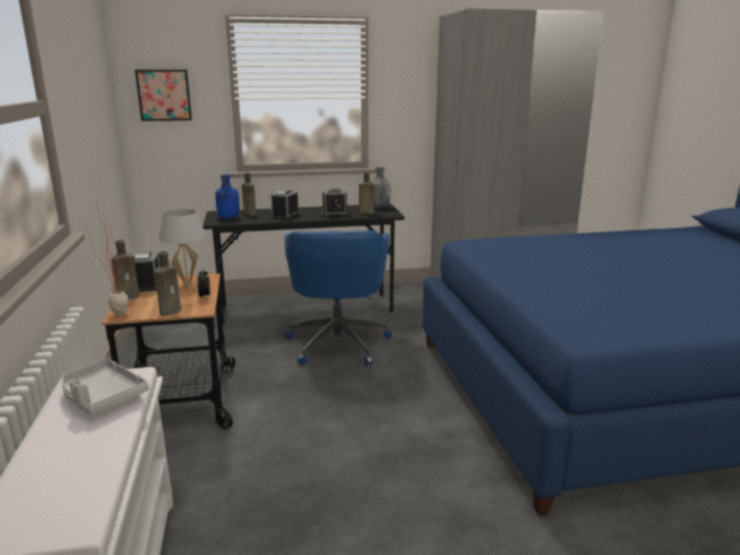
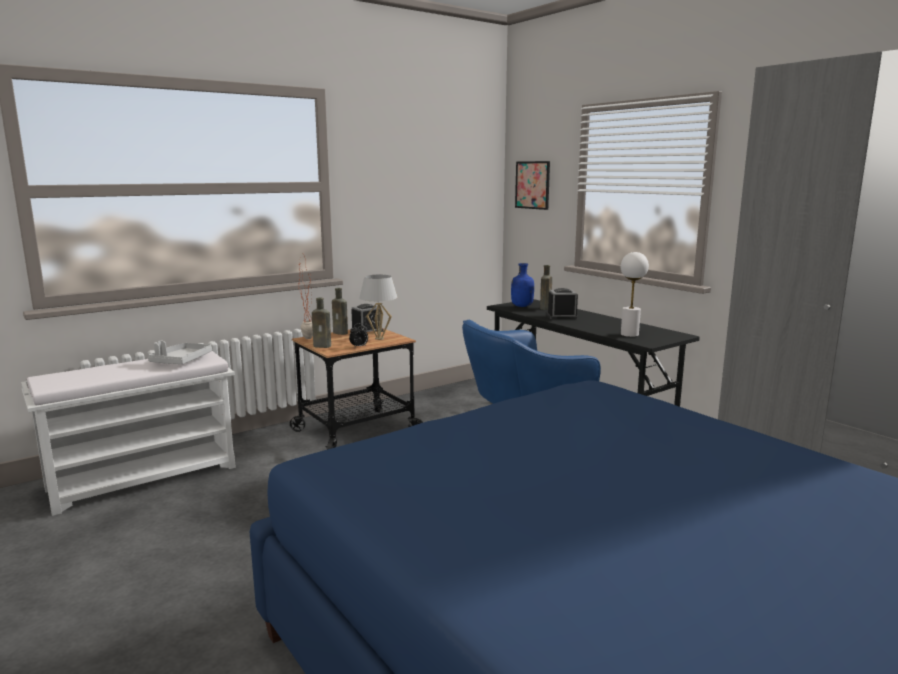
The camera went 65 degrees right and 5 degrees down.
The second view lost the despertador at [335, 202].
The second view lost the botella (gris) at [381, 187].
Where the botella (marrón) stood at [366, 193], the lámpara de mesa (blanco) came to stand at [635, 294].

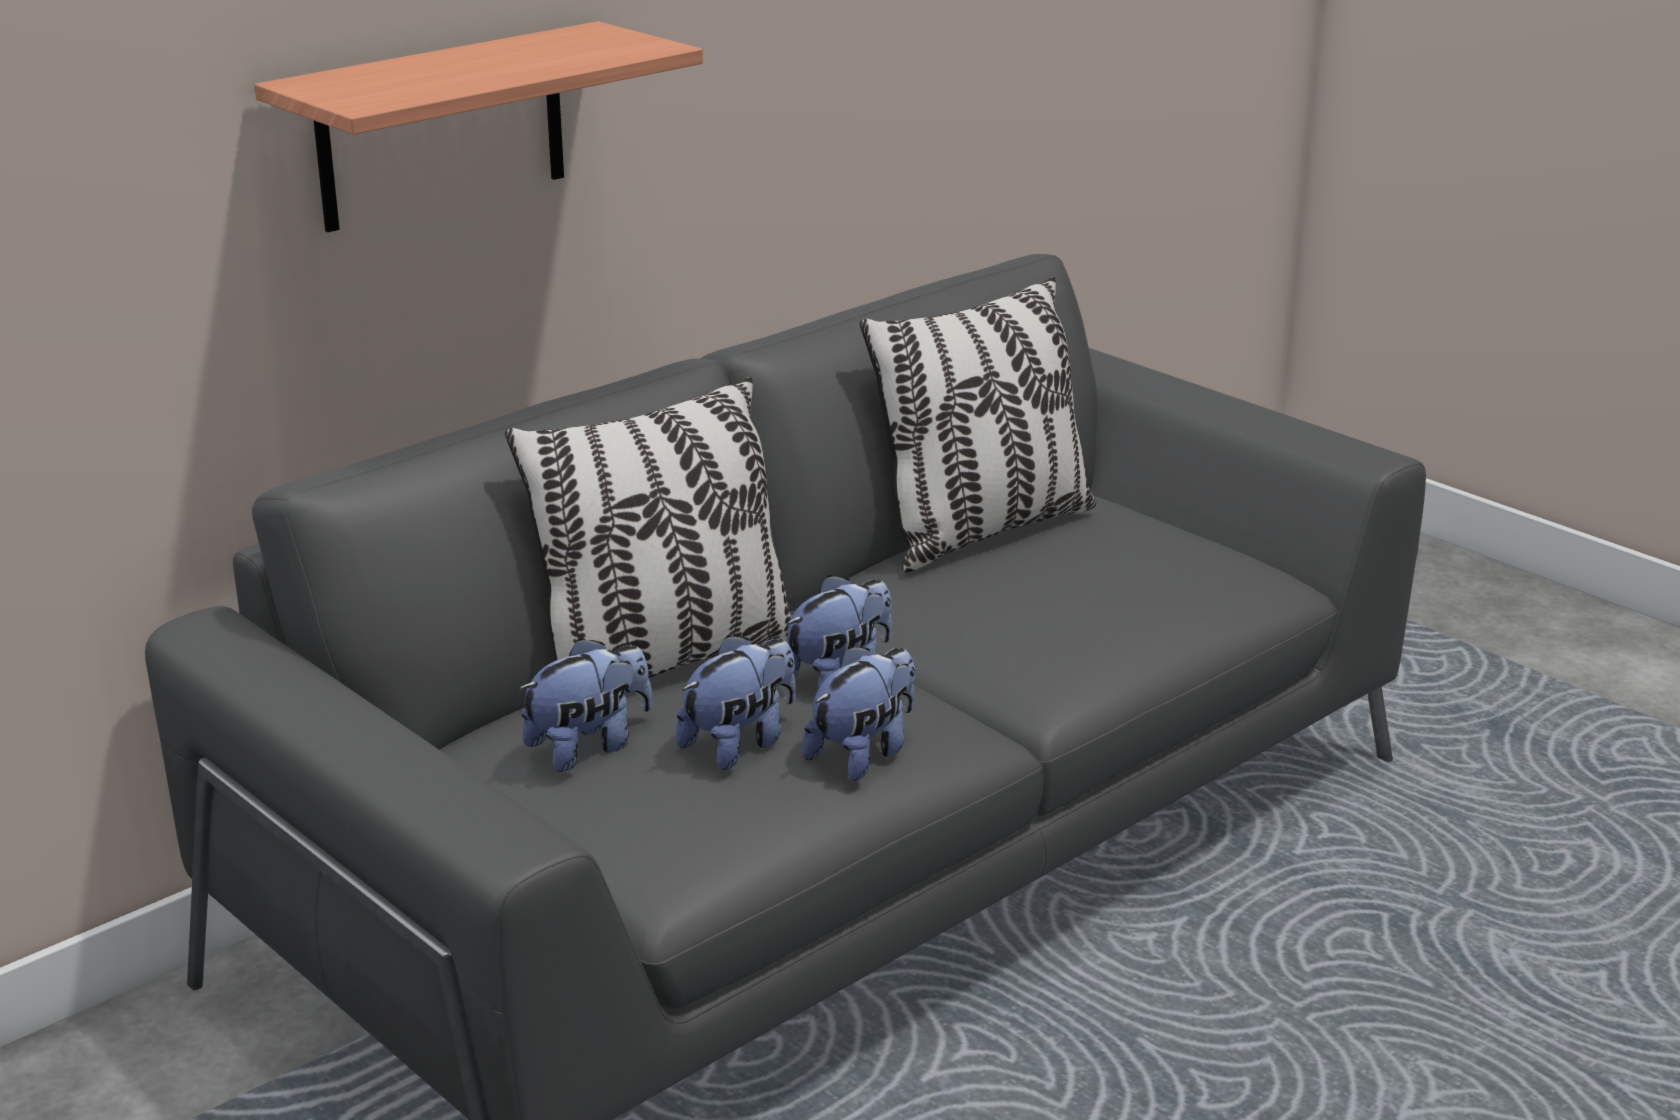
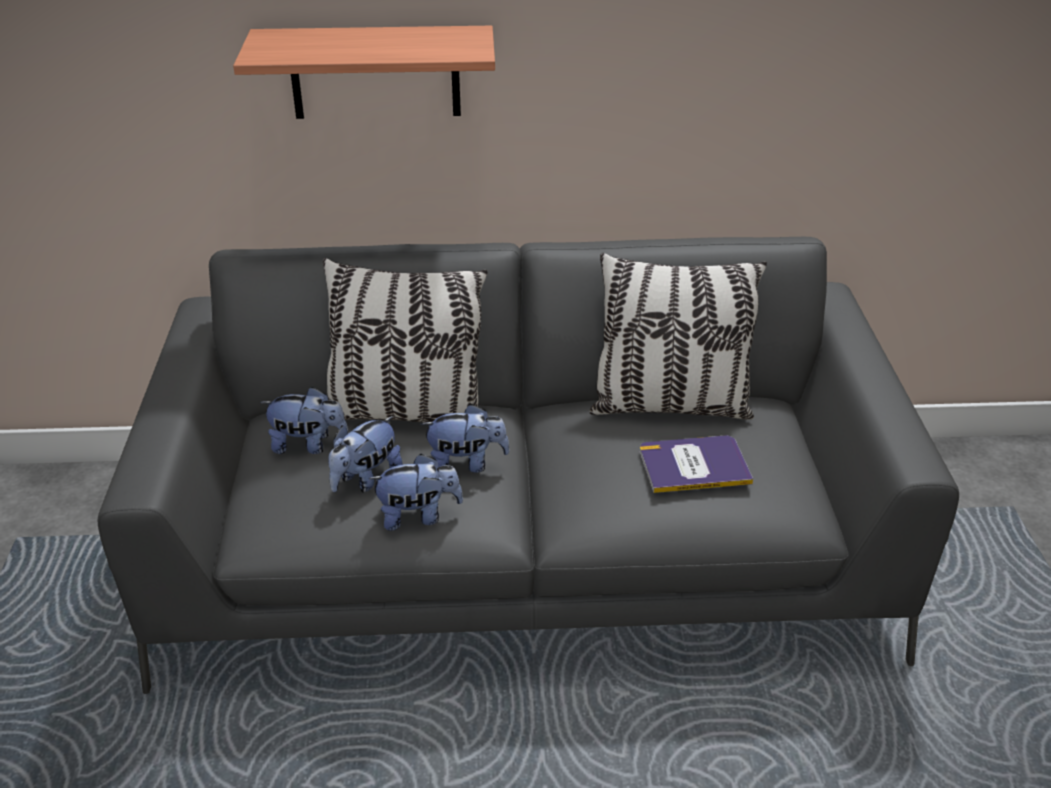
The camera went 40 degrees right and 10 degrees up.
The second view gained the libro at [696, 464].
The peluche at [736, 702] ended up facing another way, 135 degrees clockwise from before.

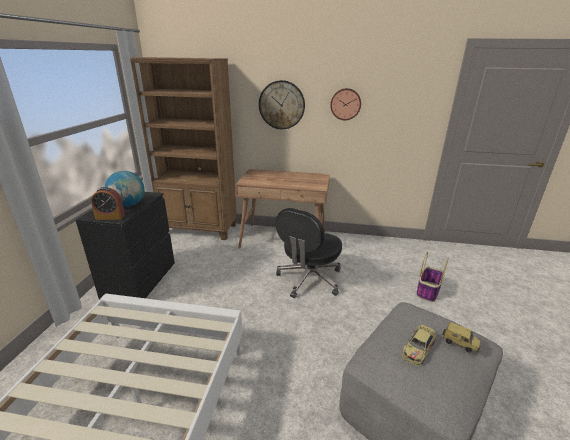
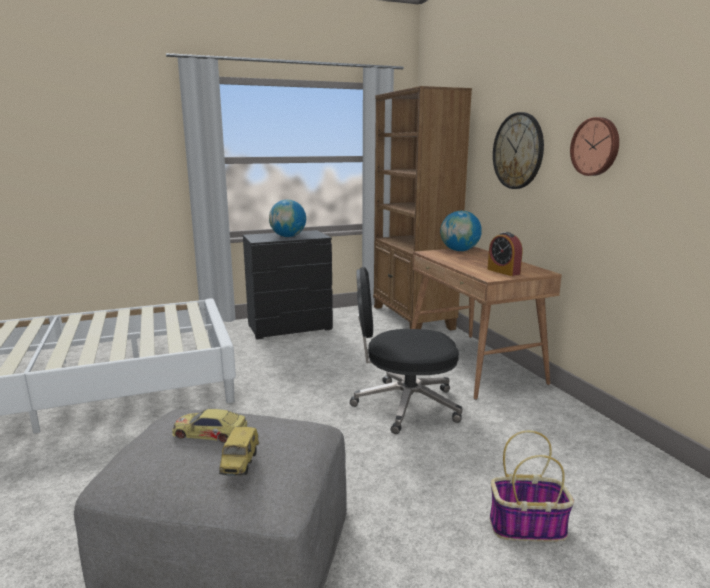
The camera went 60 degrees right and 10 degrees down.
The second view gained the globo terráqueo at [461, 231].
The despertador ended up elsewhere, having gone from [108, 203] to [504, 254].

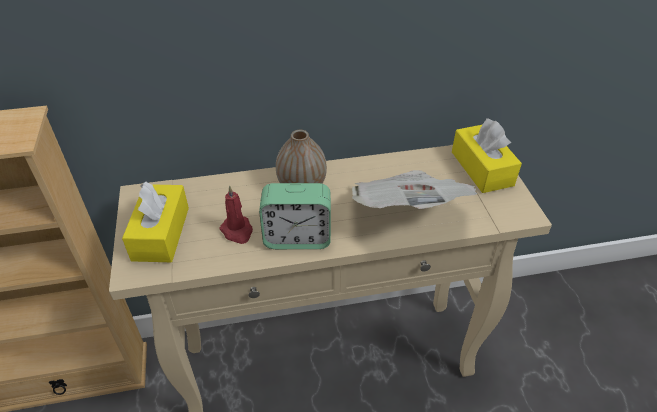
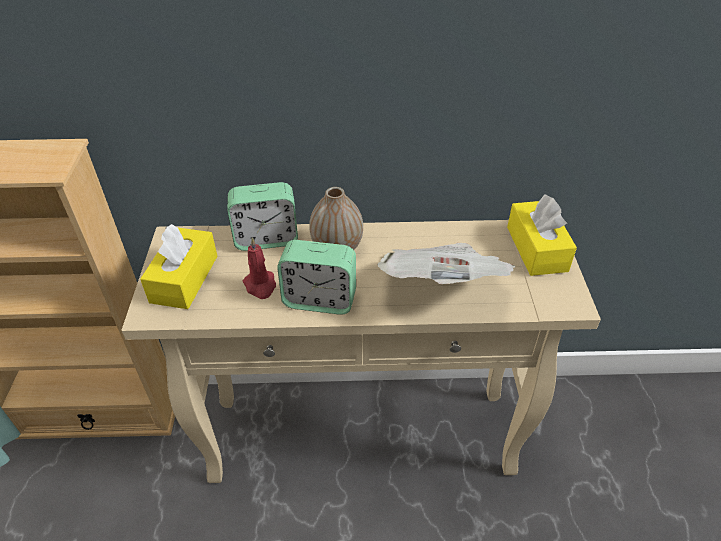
The camera went 10 degrees right and 0 degrees up.
The second view gained the despertador at [262, 216].

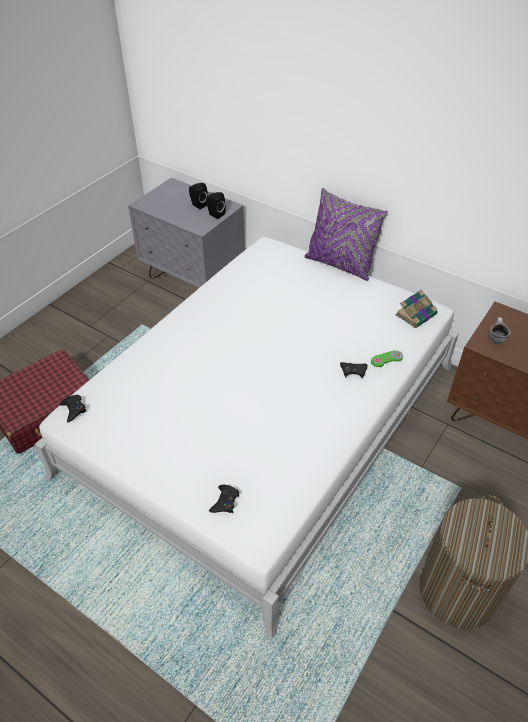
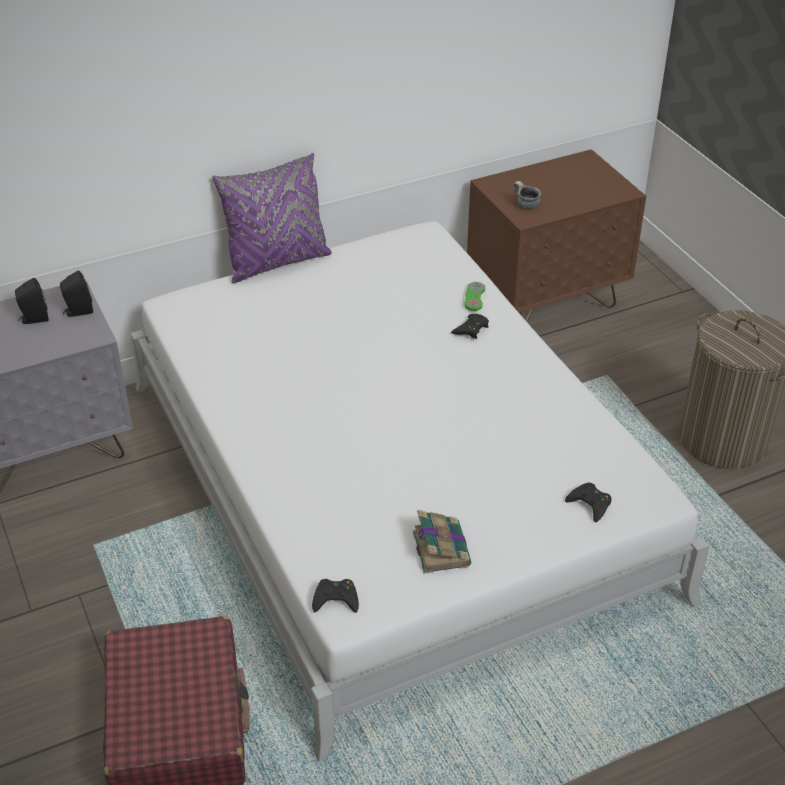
The camera went 60 degrees left and 5 degrees down.
The libro ended up elsewhere, having gone from [416, 309] to [442, 542].

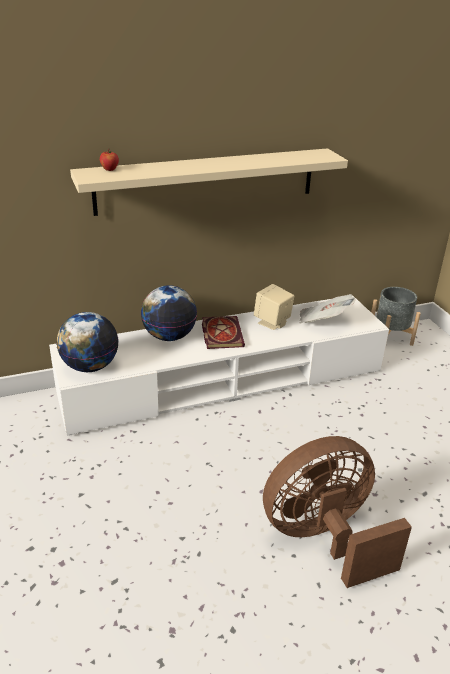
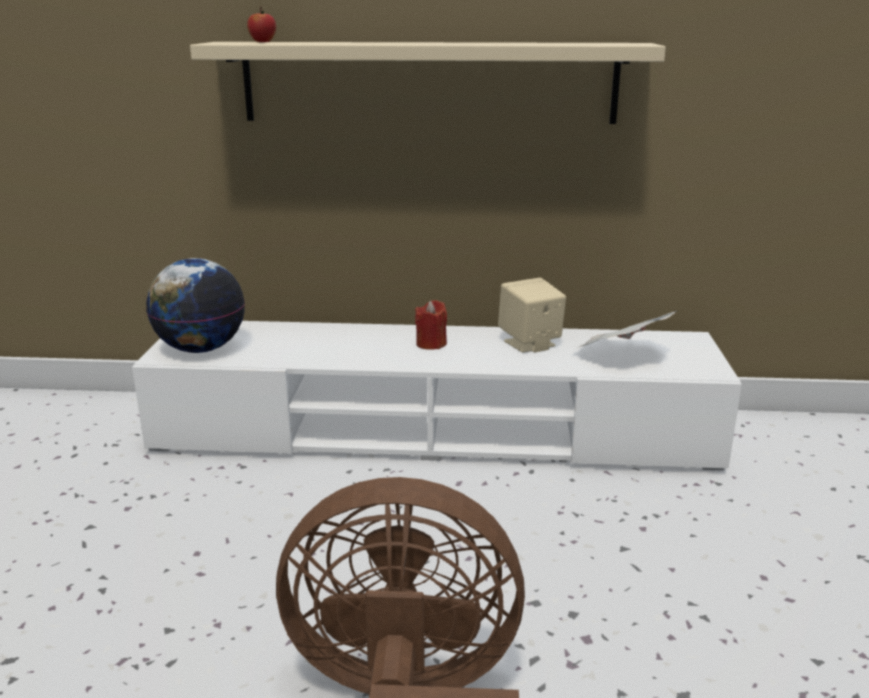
The camera went 25 degrees right and 10 degrees down.
The second view lost the globo terráqueo at [169, 313].
The second view lost the maceta (gris) at [396, 316].
Where the libro stood at [223, 332], the vela (rojo) came to stand at [431, 325].

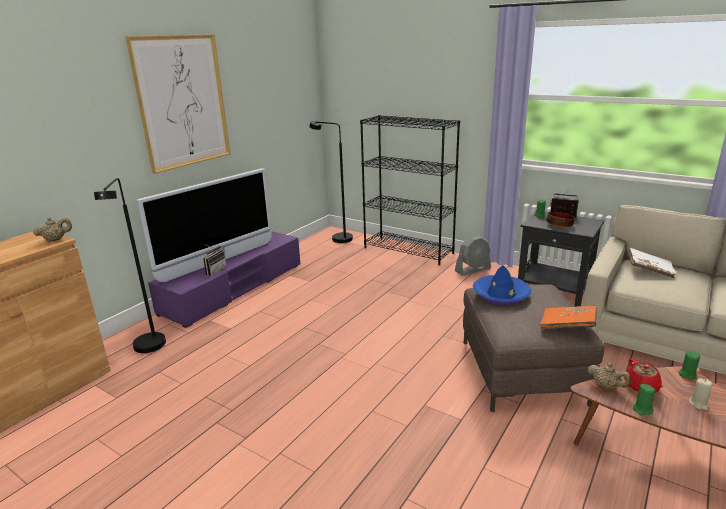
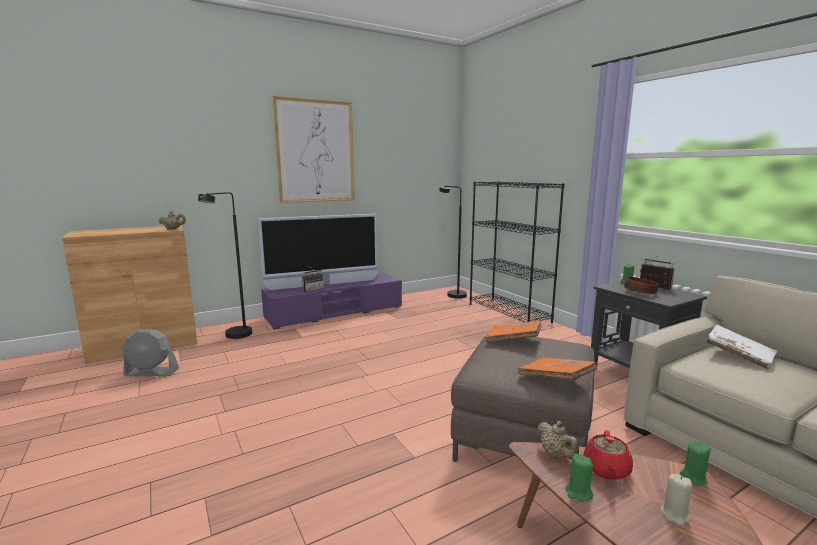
The camera went 25 degrees right and 10 degrees down.
The ventilador (gris) ended up elsewhere, having gone from [473, 256] to [151, 352].
Where the sombrero (azul) stood at [502, 285], the libro (naranja) came to stand at [513, 331].

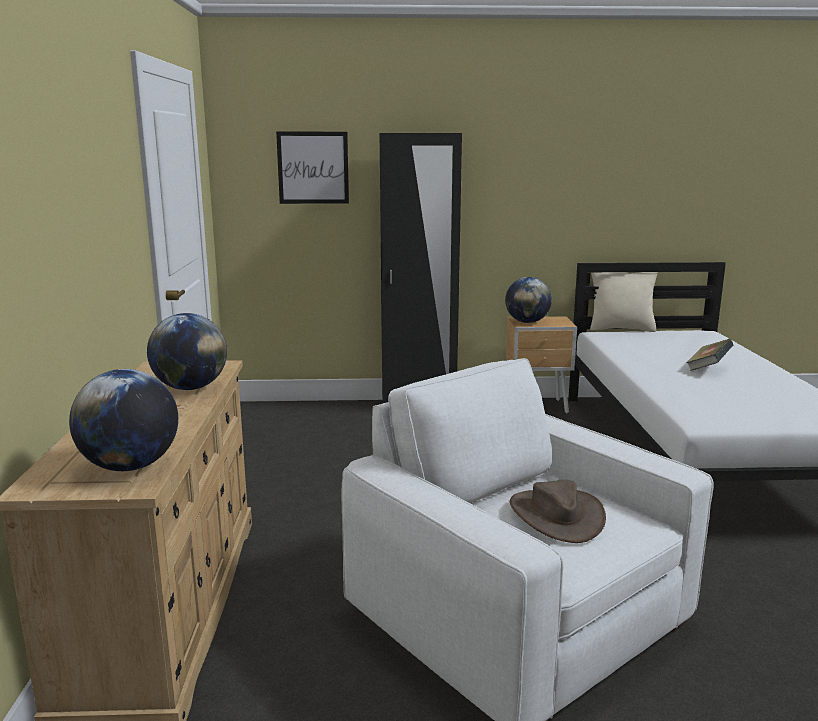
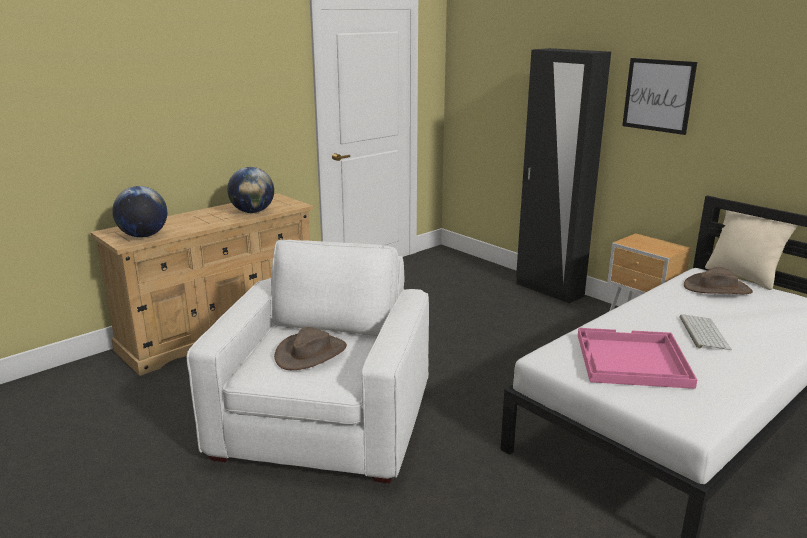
The camera went 50 degrees right and 5 degrees up.
The second view lost the globo terráqueo at [528, 300].
The second view gained the bandeja (rosa) at [637, 358].
The second view gained the sombrero (marrón) at [718, 280].
The cuadro ended up elsewhere, having gone from [312, 168] to [659, 96].
Where the libro stood at [709, 355], the teclado came to stand at [705, 332].

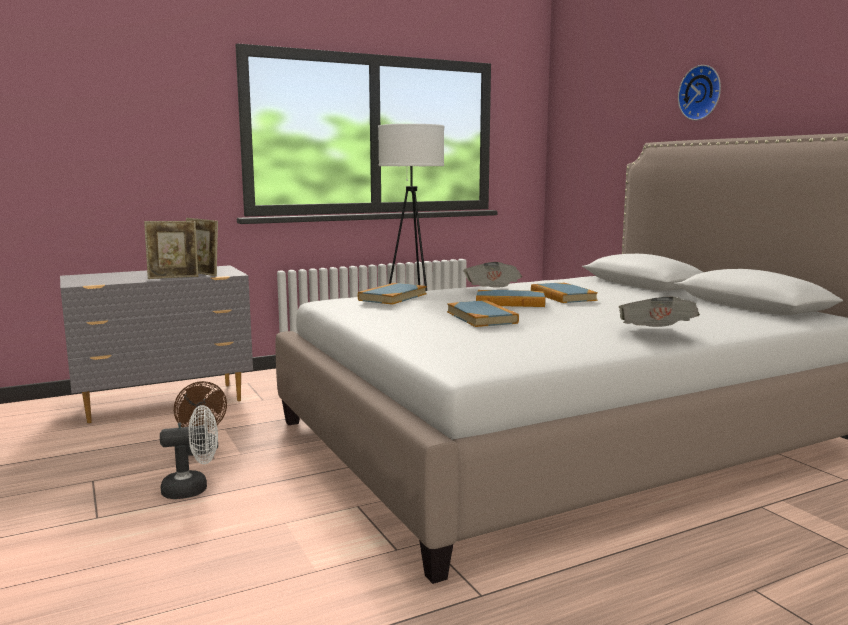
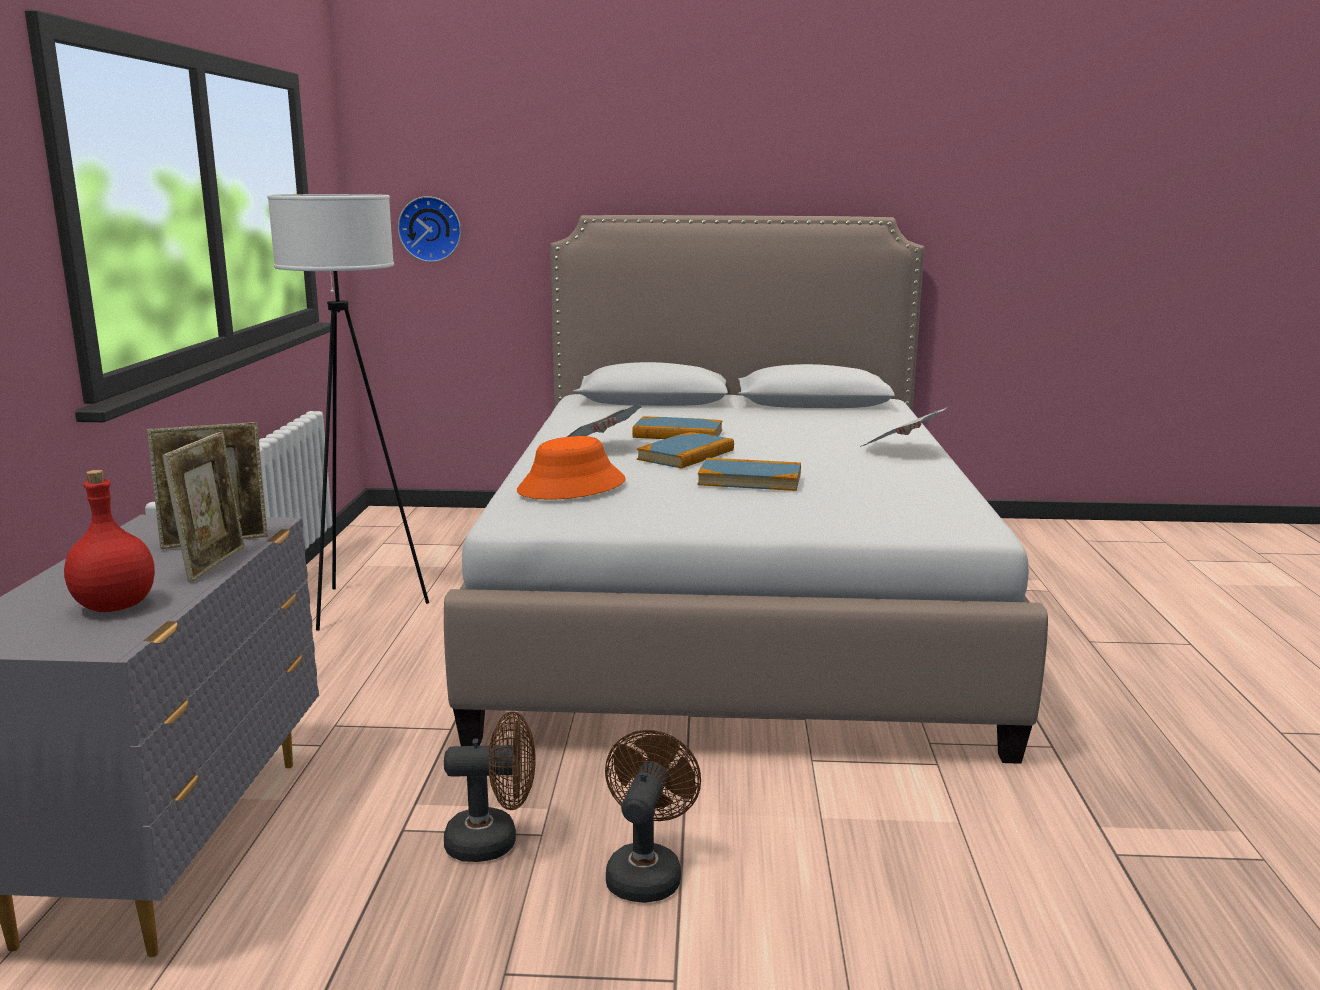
The camera went 60 degrees left and 5 degrees up.
The second view gained the botella (rojo) at [109, 541].
The reloj de pared ended up elsewhere, having gone from [699, 92] to [429, 229].
Where the libro stood at [392, 294], the sombrero (naranja) came to stand at [571, 468].
What was the ventilador (blanco) at [189, 452] turned into the ventilador (marrón) at [653, 816].

